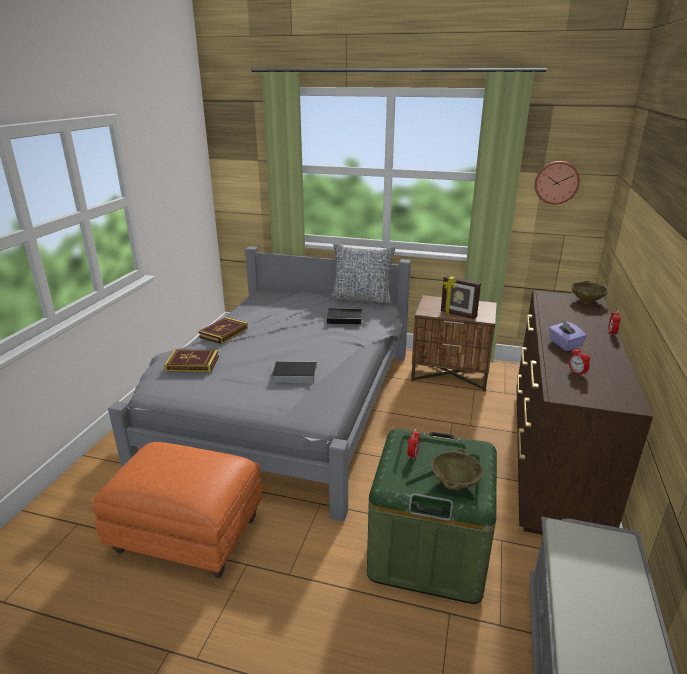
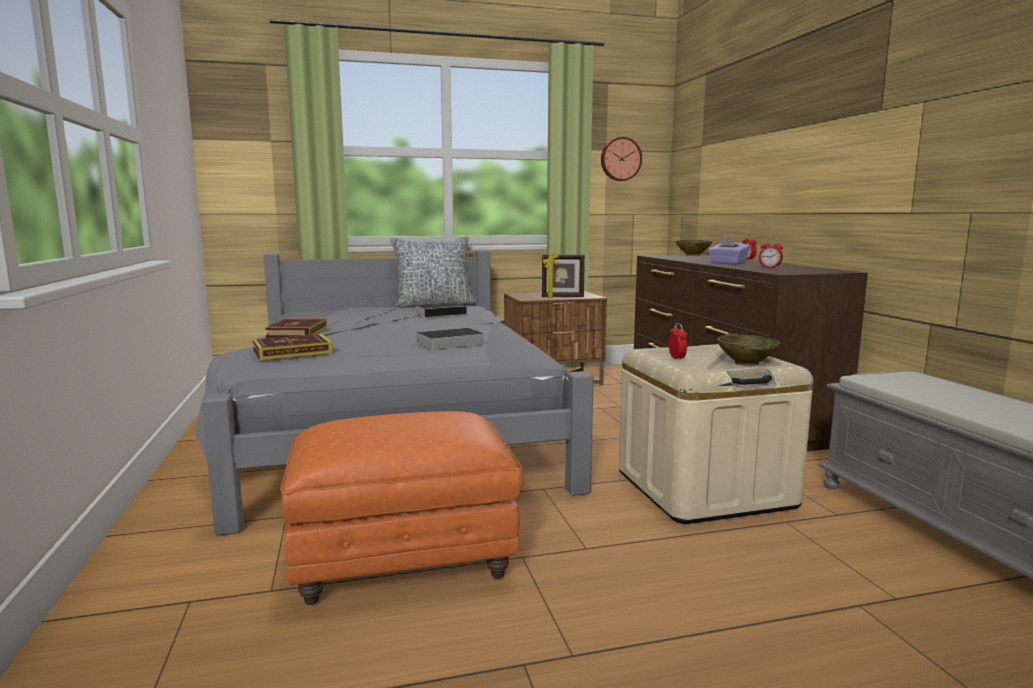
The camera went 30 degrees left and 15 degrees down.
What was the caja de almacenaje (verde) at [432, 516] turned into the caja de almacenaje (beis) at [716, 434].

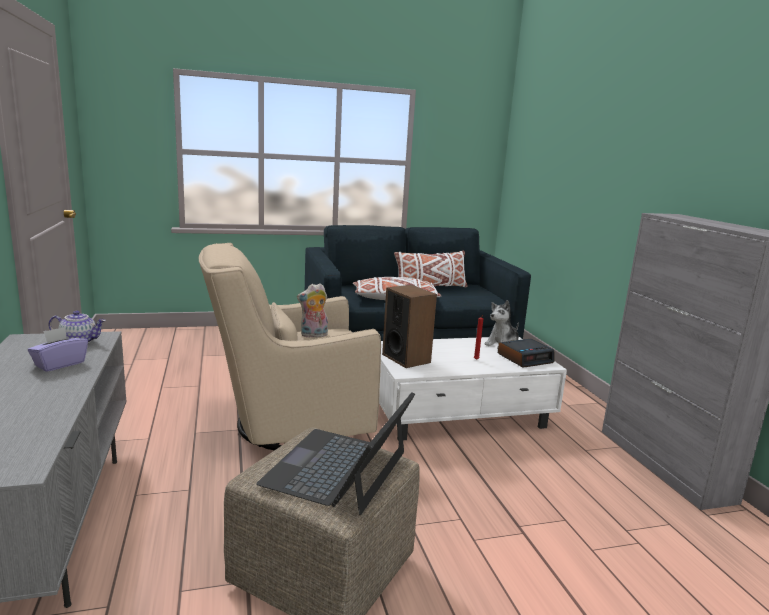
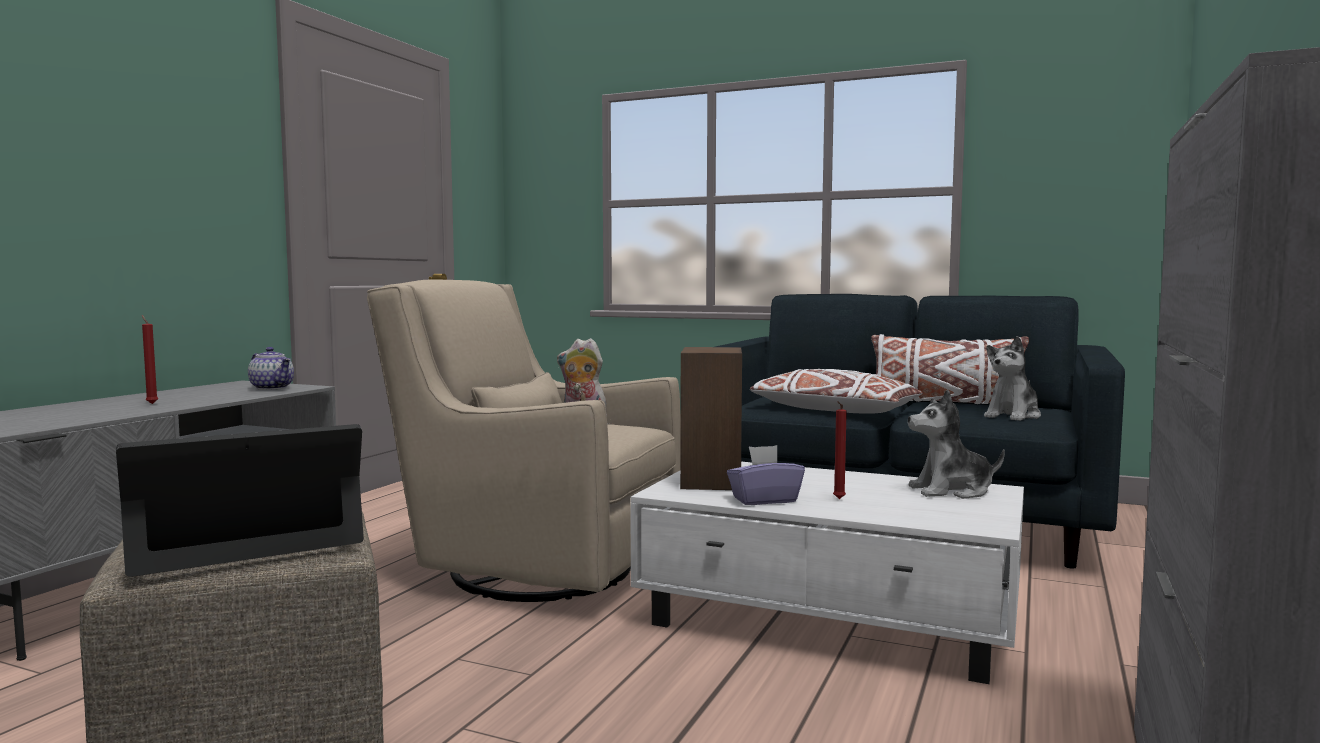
The camera went 40 degrees right and 10 degrees down.
The second view lost the despertador at [526, 353].
The second view gained the vela (rojo) at [150, 359].
The second view gained the peluche at [1012, 378].
The caja de pañuelos (morado) ended up elsewhere, having gone from [58, 349] to [766, 475].

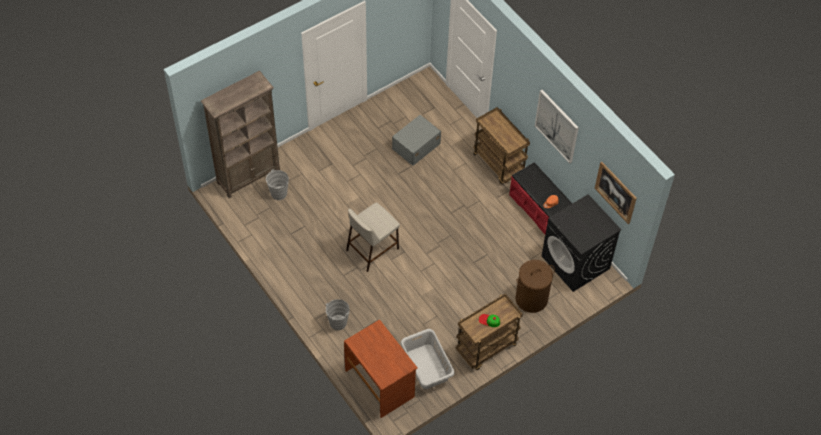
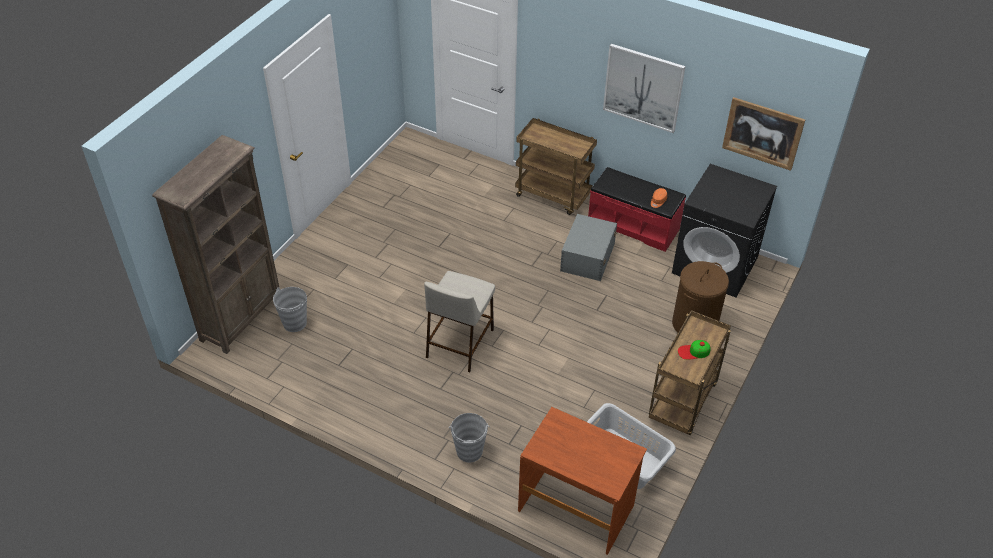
The camera went 25 degrees left and 10 degrees down.
The caja de almacenaje (gris) ended up elsewhere, having gone from [416, 140] to [588, 247].

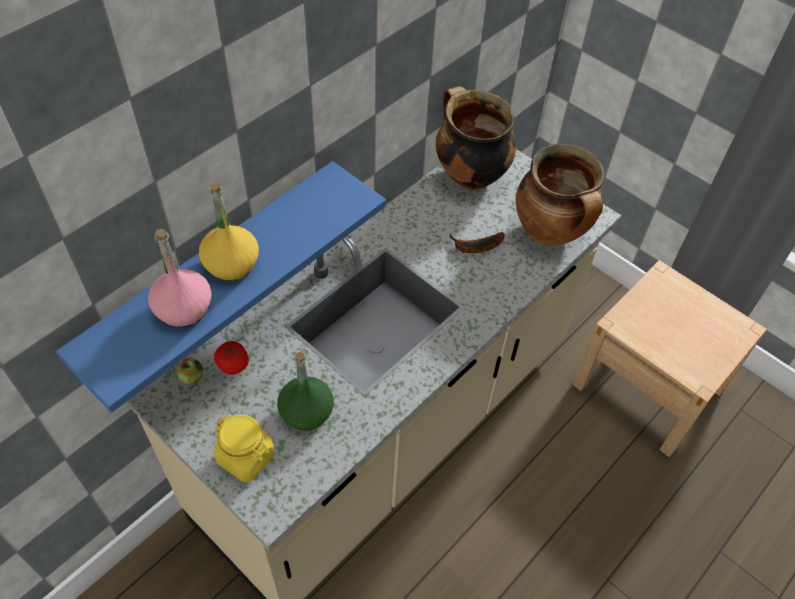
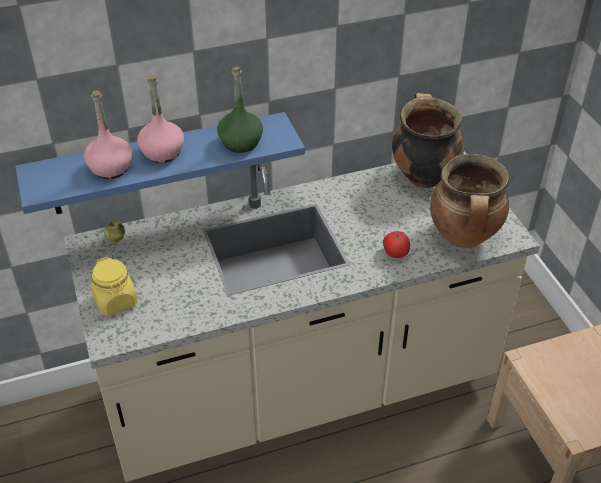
The camera went 30 degrees right and 10 degrees down.
The second view lost the plátano at [477, 242].
The tomate ended up elsewhere, having gone from [231, 358] to [396, 244].
The botella (verde) ended up elsewhere, having gone from [305, 391] to [240, 110].
What was the botella (amarillo) at [229, 232] turned into the botella (rosa) at [160, 119].

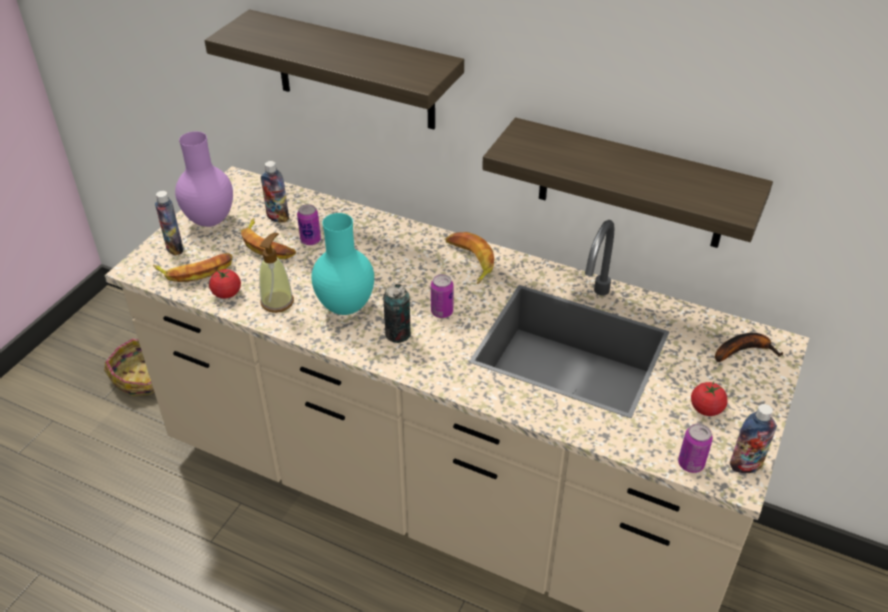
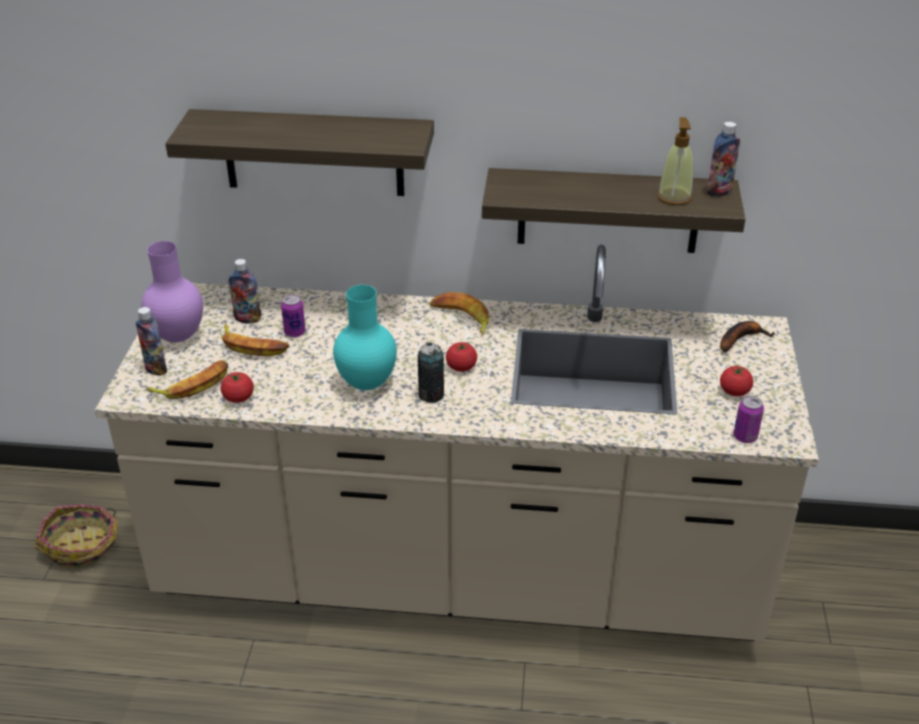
The camera went 20 degrees left and 5 degrees down.
The dispensador de jabón ended up elsewhere, having gone from [276, 272] to [675, 161].
The botella ended up elsewhere, having gone from [753, 438] to [723, 159].
Where the lata stood at [442, 296], the tomate came to stand at [461, 357].

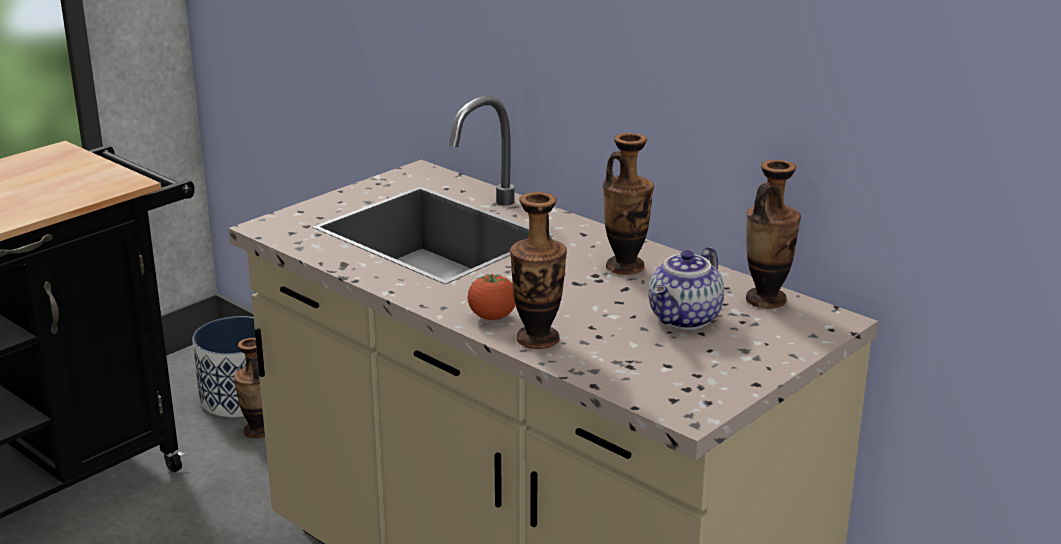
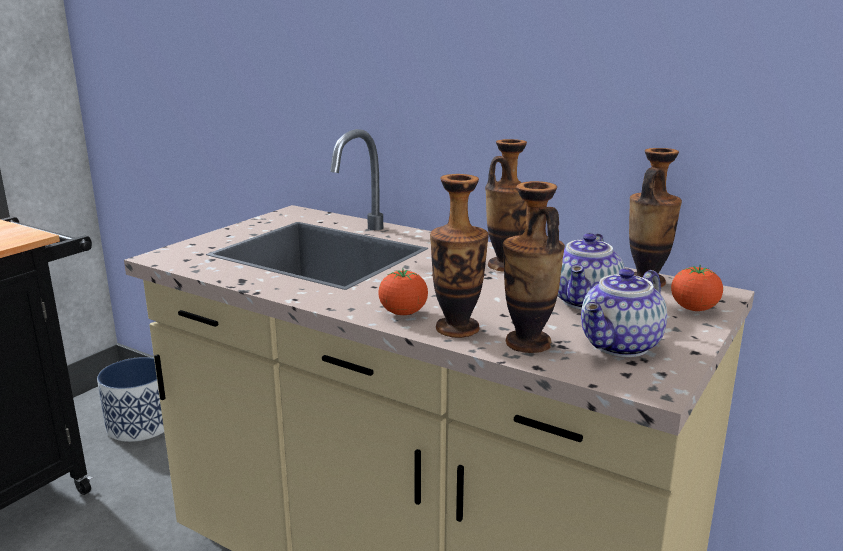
The camera went 10 degrees left and 5 degrees down.
The second view gained the tetera at [624, 312].
The second view gained the tomate at [697, 288].
The florero ended up elsewhere, having gone from [249, 388] to [534, 267].

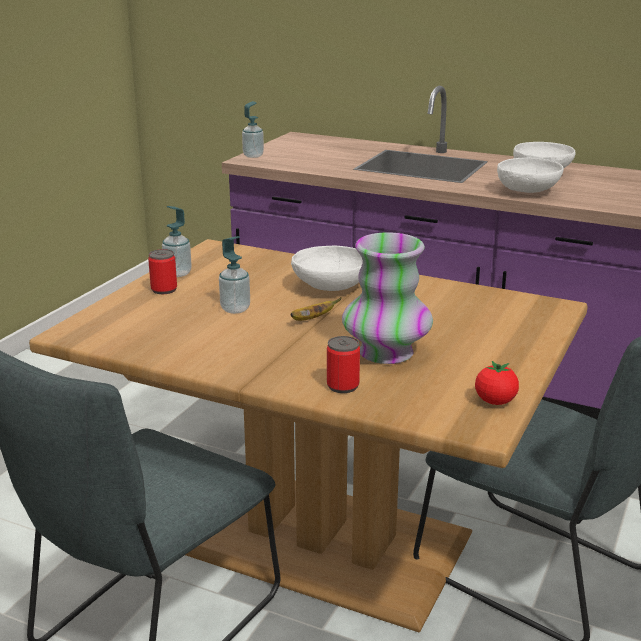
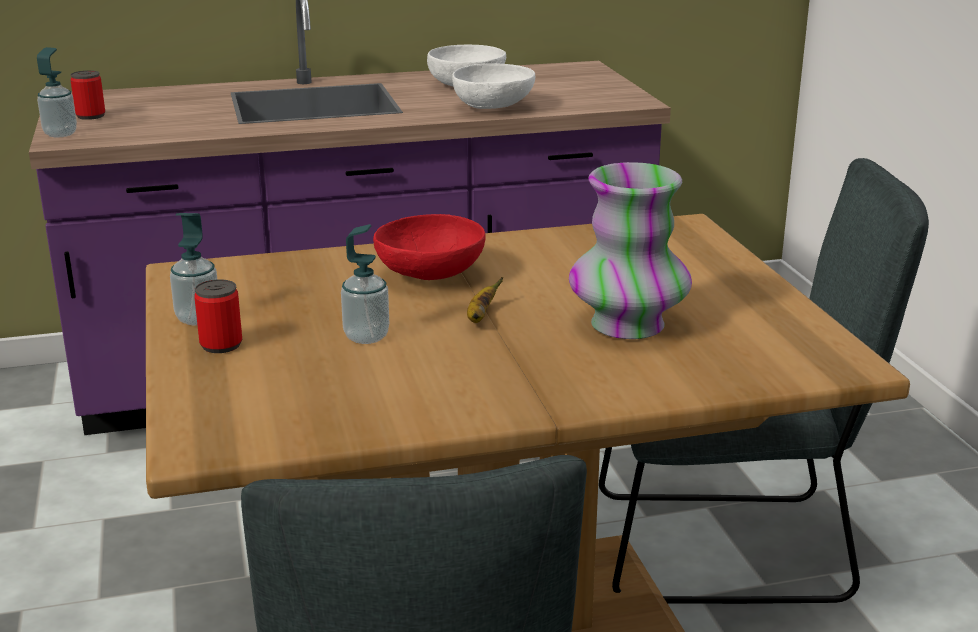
The camera went 40 degrees left and 0 degrees up.
The second view lost the tomate at [497, 383].
The lata ended up elsewhere, having gone from [343, 364] to [88, 95].
What was the cuenco (blanco) at [327, 268] turned into the cuenco (rojo) at [429, 247].

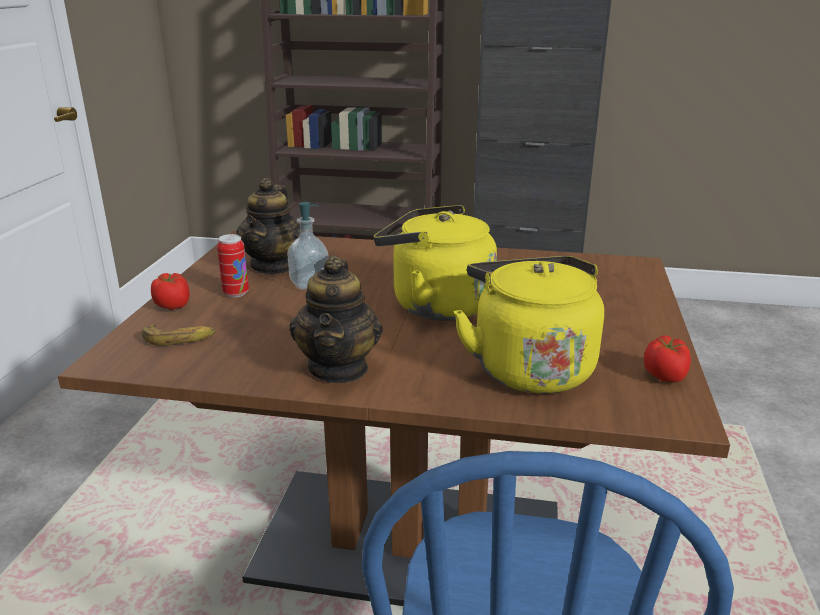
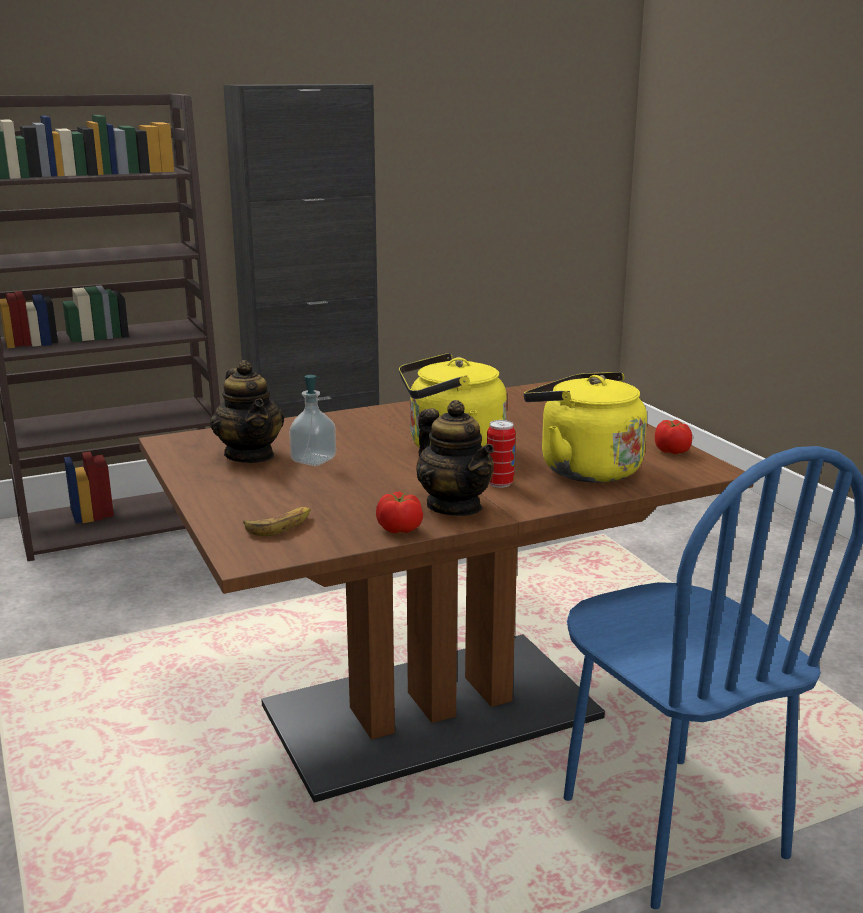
The camera went 35 degrees left and 5 degrees down.
The tomate ended up elsewhere, having gone from [170, 291] to [399, 512].
The lata ended up elsewhere, having gone from [233, 265] to [501, 454].

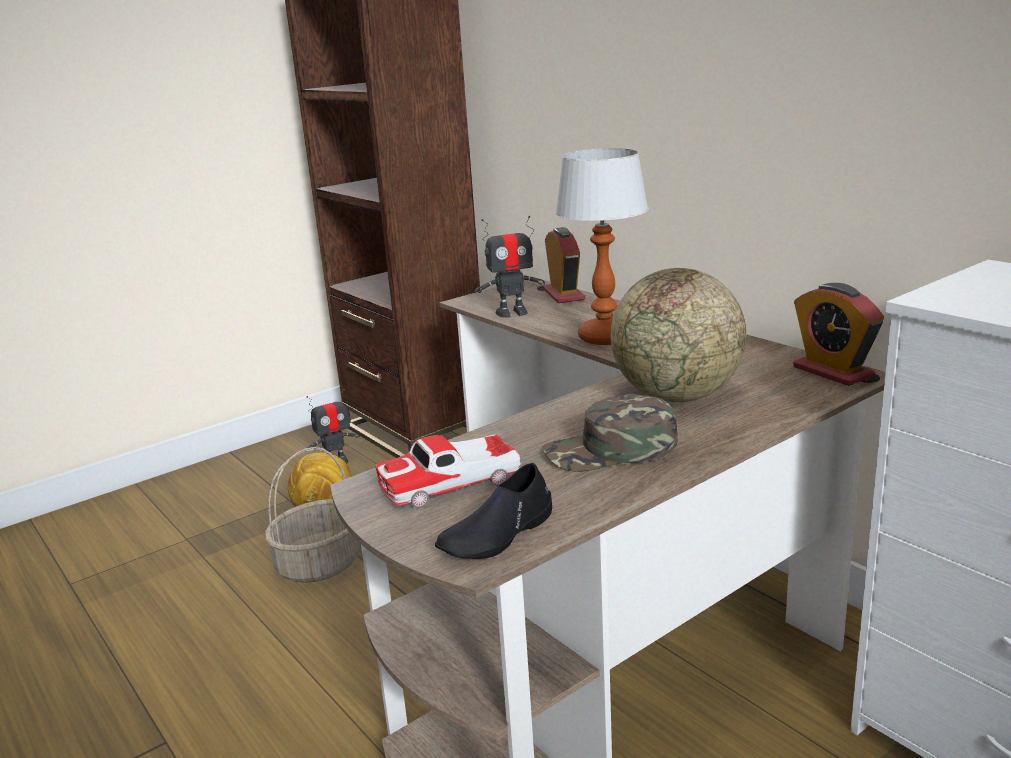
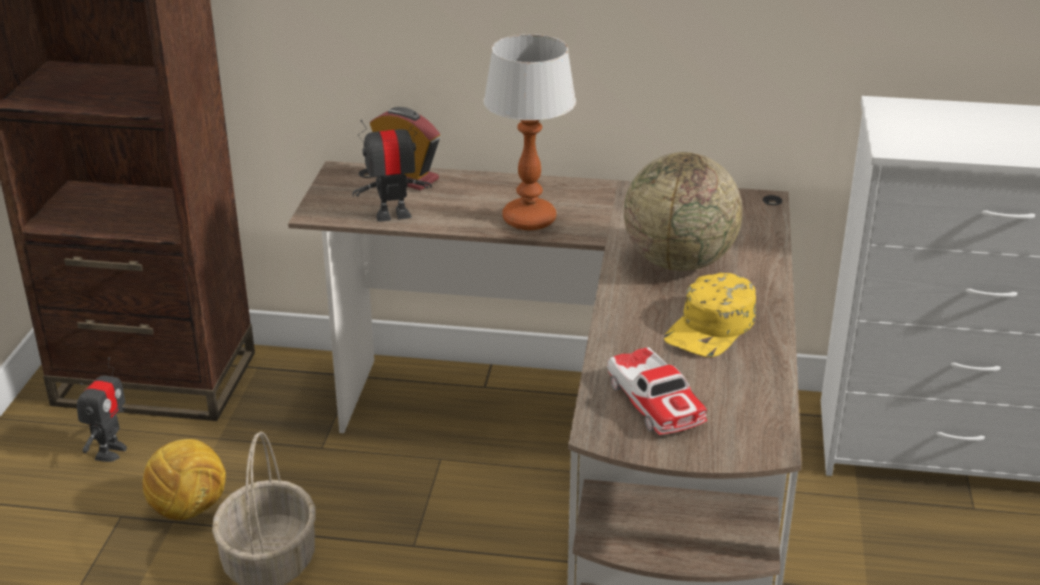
The camera went 45 degrees left and 10 degrees up.
The second view lost the zapato (negro) at [493, 511].
The second view lost the despertador at [838, 334].
What was the gorra (verde) at [610, 433] turned into the gorra (amarillo) at [710, 315].
The coche de juguete at [448, 471] ended up facing another way, 45 degrees counterclockwise from before.
The robot de juguete at [510, 267] ended up facing another way, 135 degrees counterclockwise from before.

